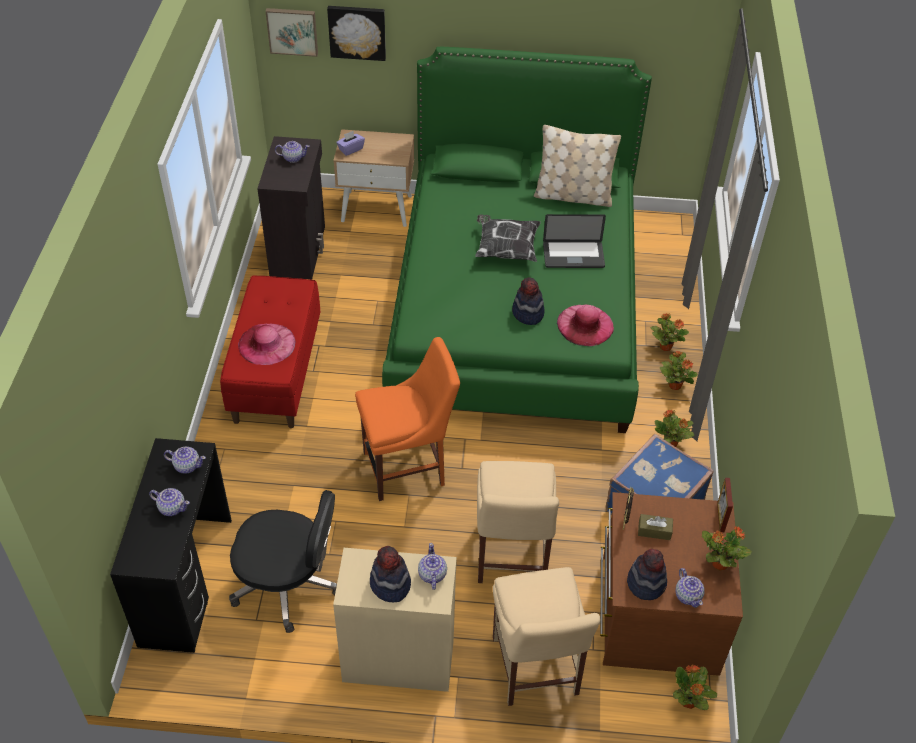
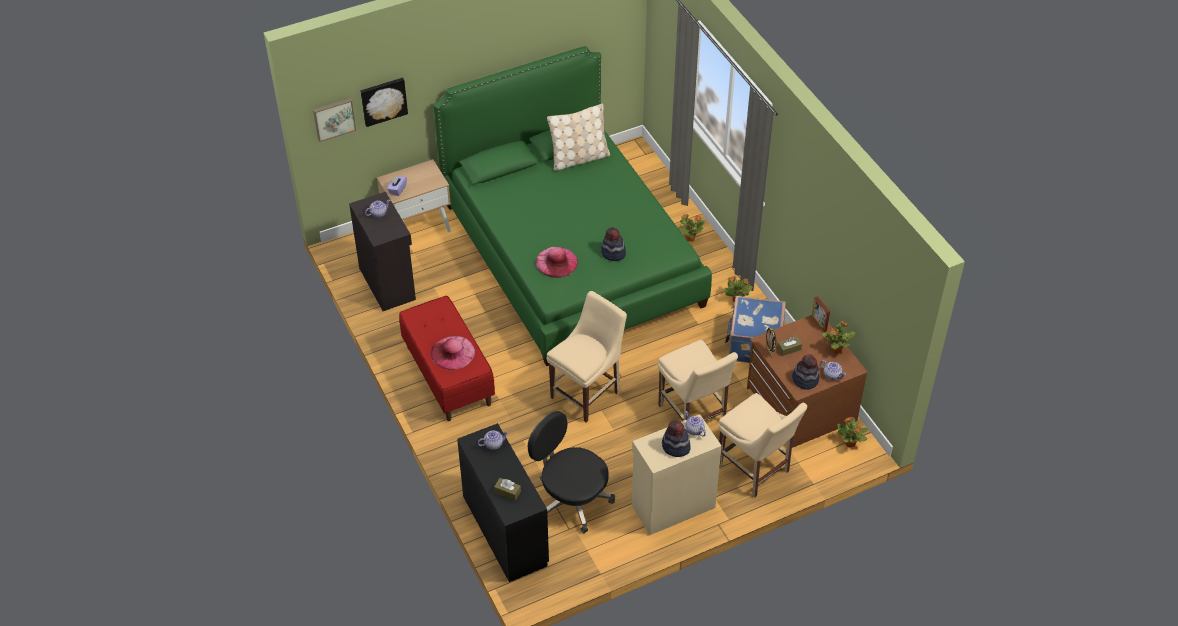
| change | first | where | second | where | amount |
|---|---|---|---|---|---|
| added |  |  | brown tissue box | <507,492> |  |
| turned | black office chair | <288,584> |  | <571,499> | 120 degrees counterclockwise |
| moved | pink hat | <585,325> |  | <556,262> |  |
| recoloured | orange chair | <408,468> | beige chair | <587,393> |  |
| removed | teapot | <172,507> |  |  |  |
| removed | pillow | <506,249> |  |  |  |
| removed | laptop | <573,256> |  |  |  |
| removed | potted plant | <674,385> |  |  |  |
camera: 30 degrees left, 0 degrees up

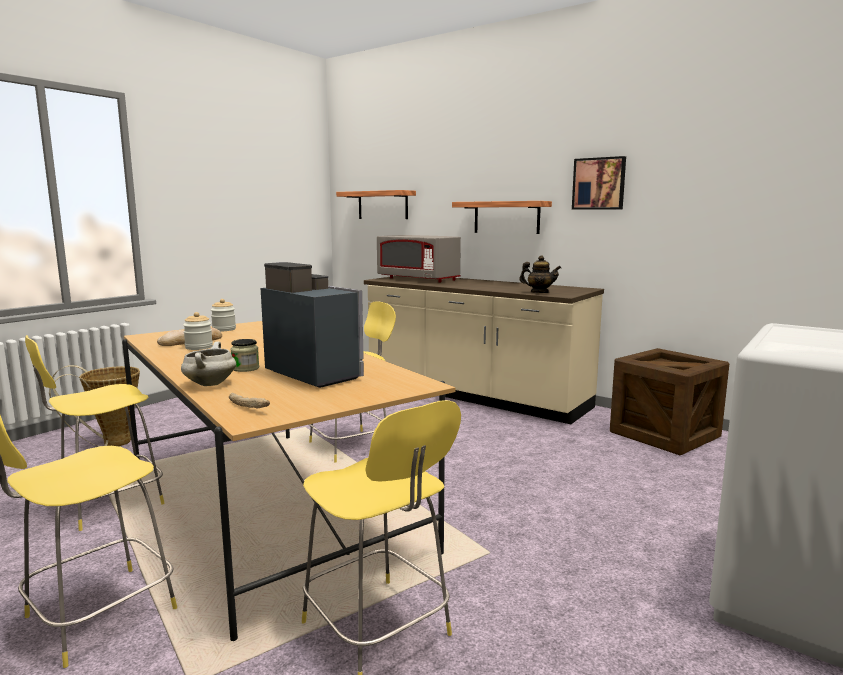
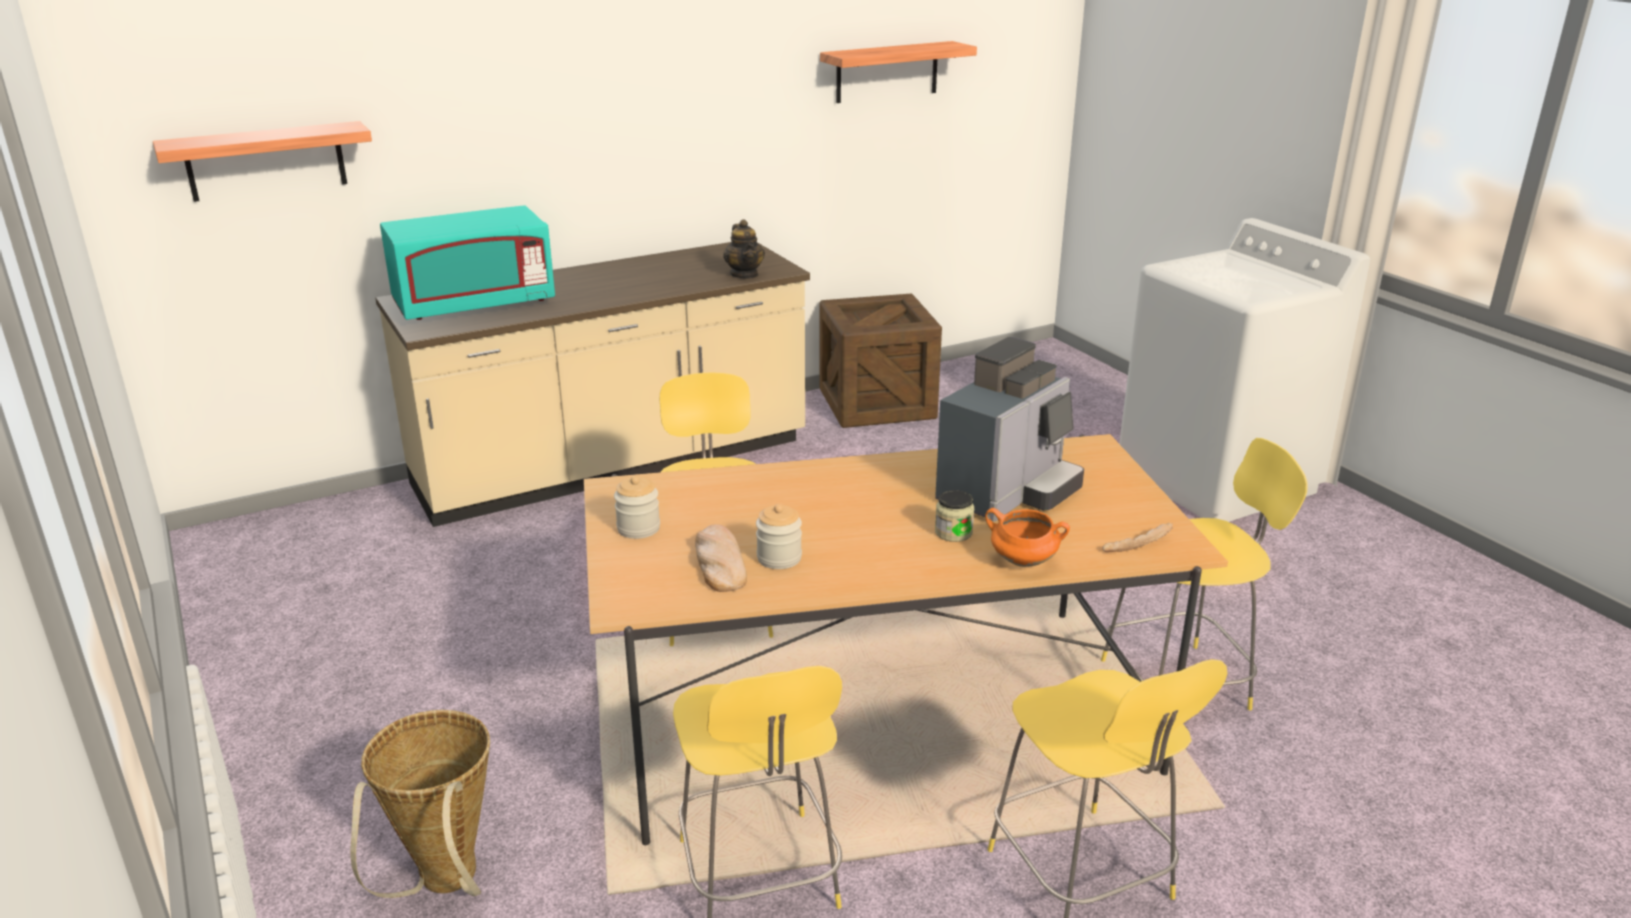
| change | first | where | second | where | amount |
|---|---|---|---|---|---|
| recoloured | grey microwave | <418,279> | turquoise microwave | <474,305> |  |
| turned | teapot | <539,292> |  | <744,274> | 120 degrees clockwise |
| moved | shelf | <506,217> |  | <887,72> |  |
| turned | coffee machine | <316,373> |  | <1008,492> | 150 degrees clockwise |
| recoloured | white cooking pot | <210,384> | orange cooking pot | <1022,561> |  |
| removed | picture | <599,183> |  |  |  |
camera: 65 degrees left, 15 degrees up

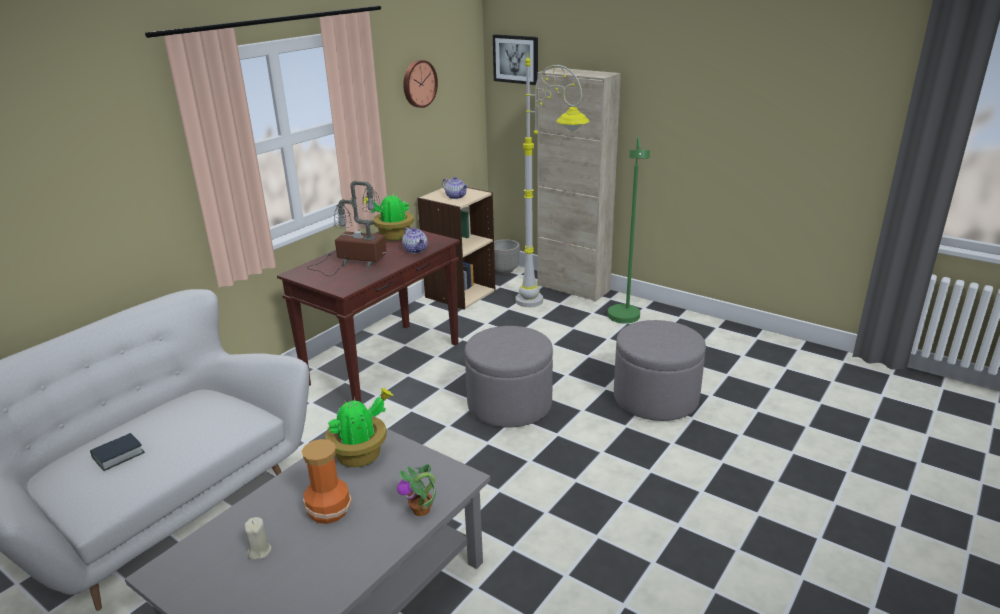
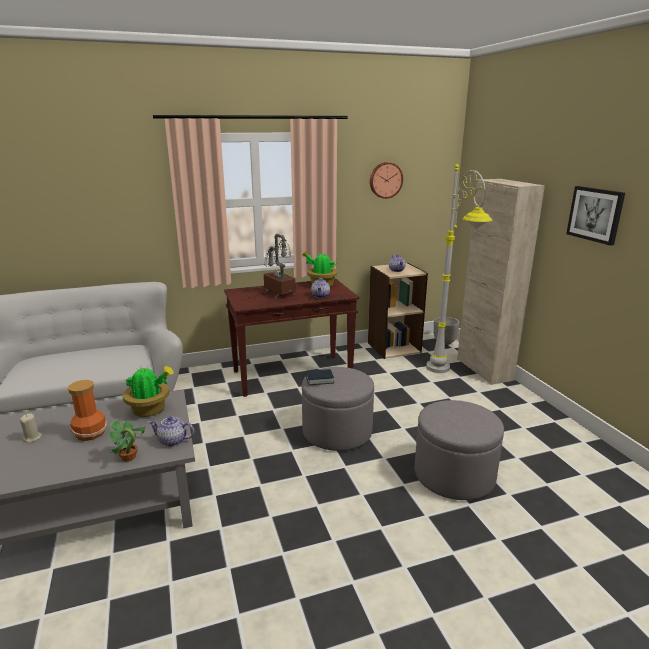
| change | first | where | second | where | amount |
|---|---|---|---|---|---|
| added |  |  | teapot | <172,441> |  |
| moved | book | <118,455> |  | <319,380> |  |
| moved | picture | <516,59> |  | <595,214> |  |
| removed | green floor lamp | <625,320> |  |  |  |
camera: 35 degrees right, 5 degrees down

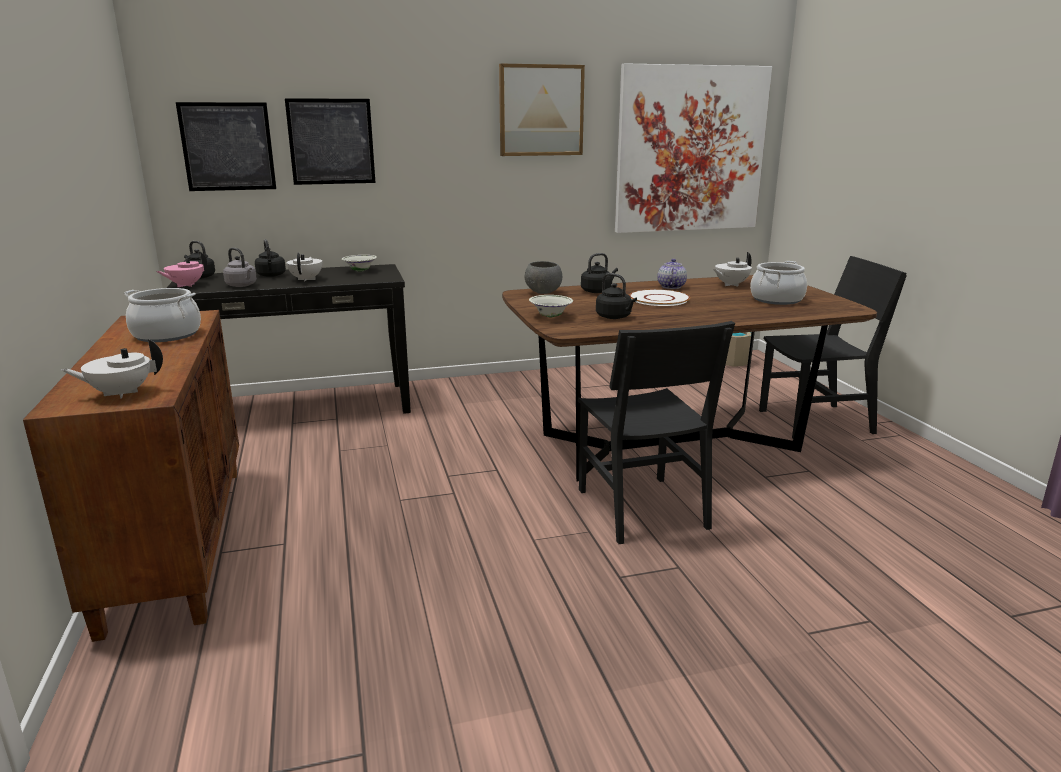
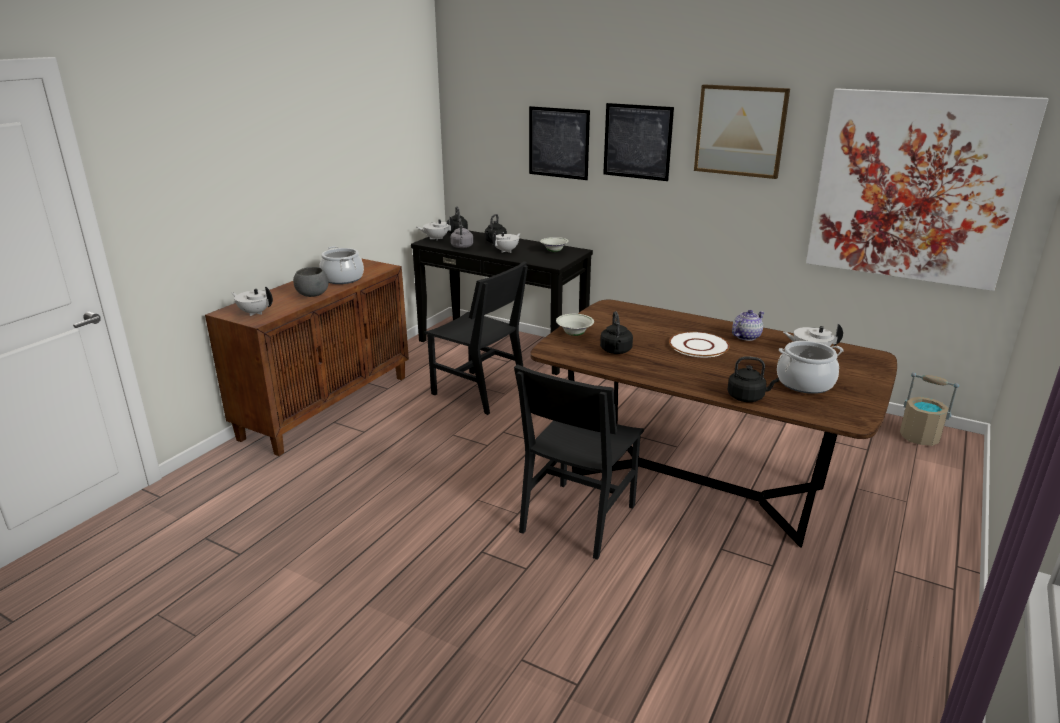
| change | first | where | second | where | amount |
|---|---|---|---|---|---|
| moved | grey bowl | <542,293> |  | <312,295> |  |
| recoloured | pink teapot | <185,285> | white teapot | <436,238> |  |
| moved | black chair | <816,421> |  | <479,392> |  |
| moved | picture | <227,147> |  | <637,141> |  |
| moved | black kettle | <597,291> |  | <747,397> |  |
camera: 45 degrees right, 5 degrees up

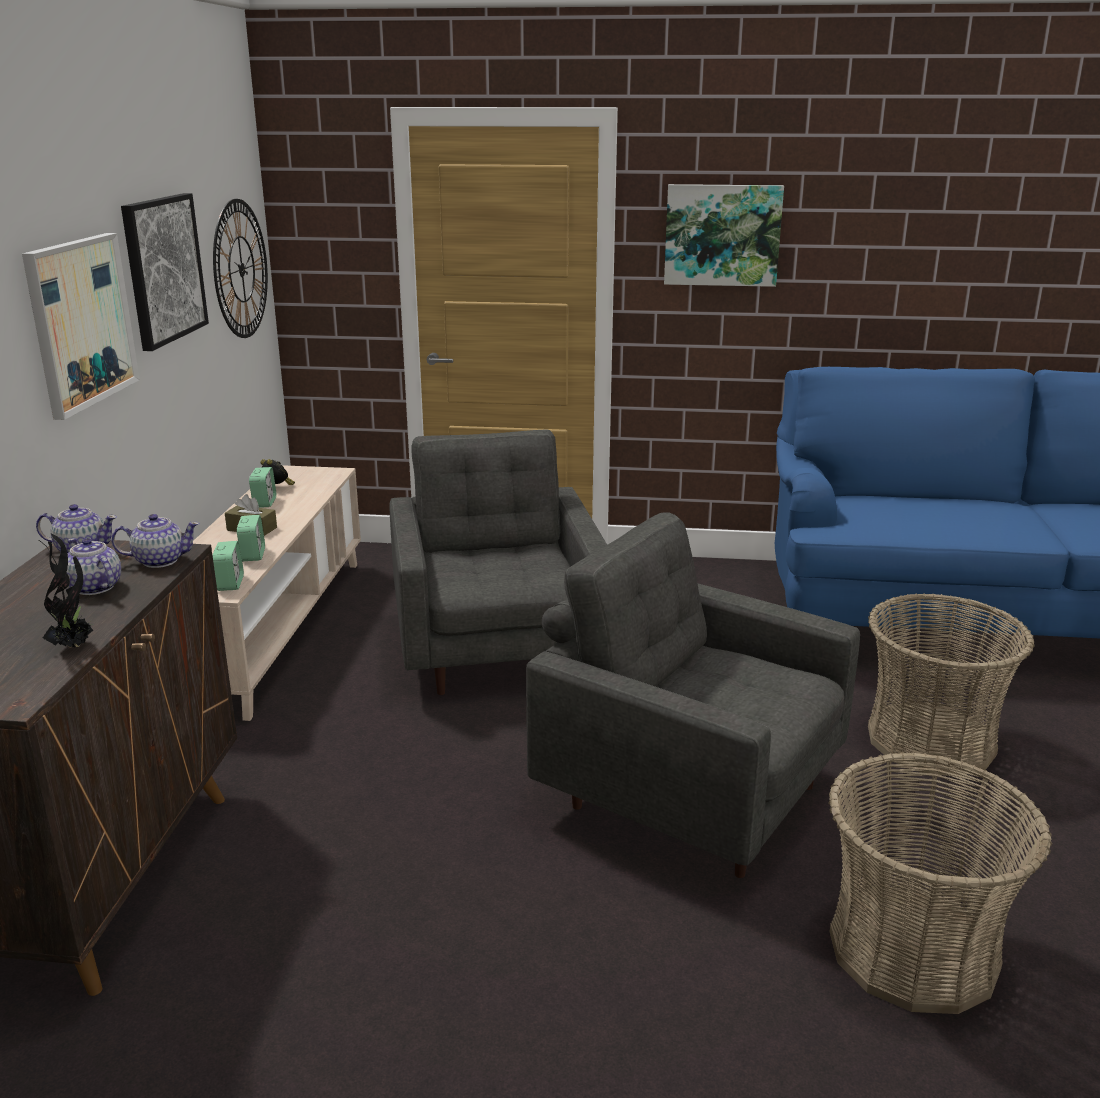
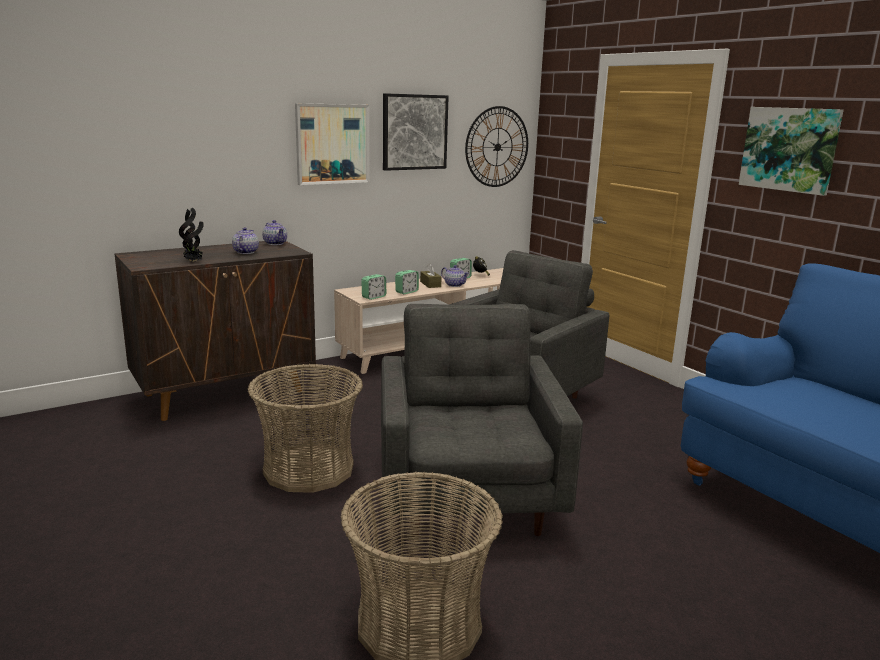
| change | first | where | second | where | amount |
|---|---|---|---|---|---|
| moved | basket | <930,740> |  | <309,469> |  |
| moved | teapot | <159,560> |  | <454,285> |  |
camera: 50 degrees right, 5 degrees down

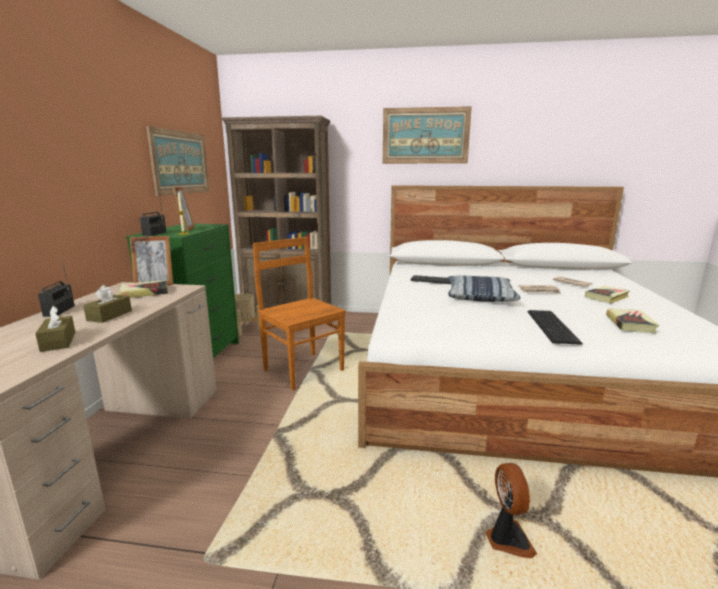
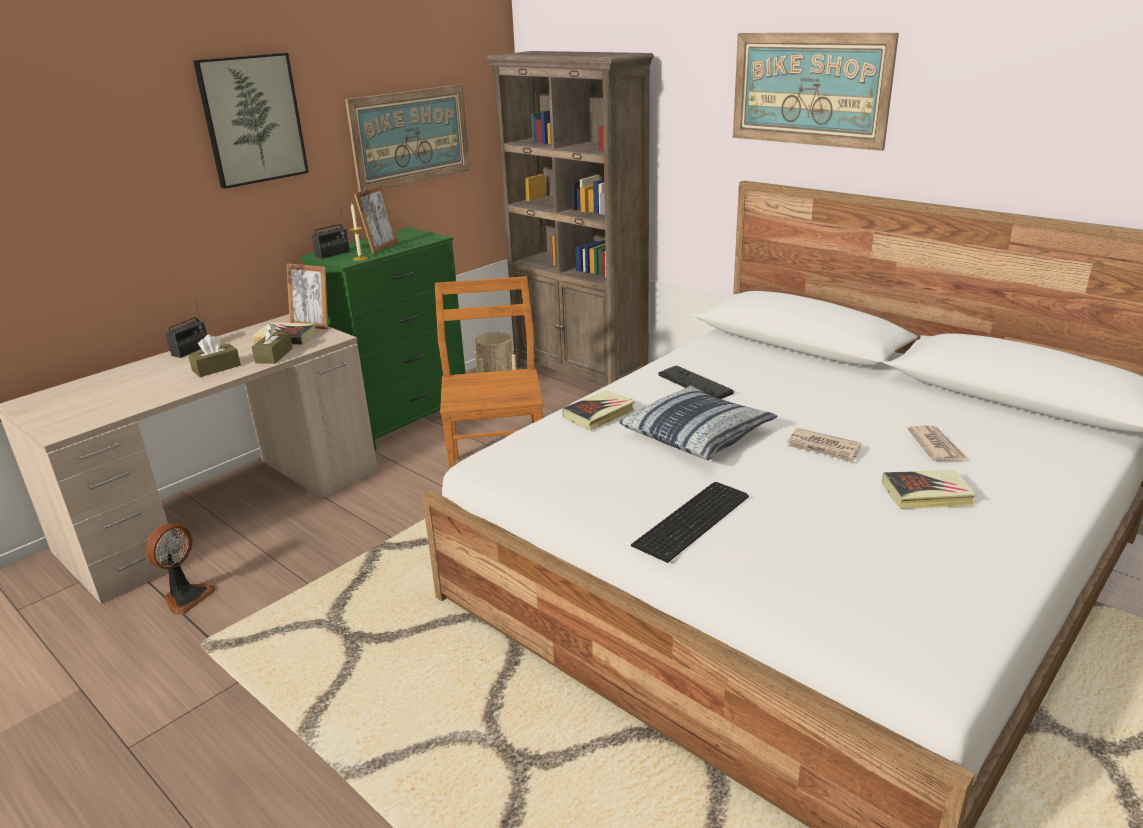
| change | first | where | second | where | amount |
|---|---|---|---|---|---|
| moved | fan | <507,540> |  | <186,597> |  |
| added |  |  | picture | <252,119> |  |
| moved | brown tissue box | <58,341> |  | <274,355> |  |
| moved | book | <630,324> |  | <599,414> |  |
camera: 35 degrees right, 10 degrees up

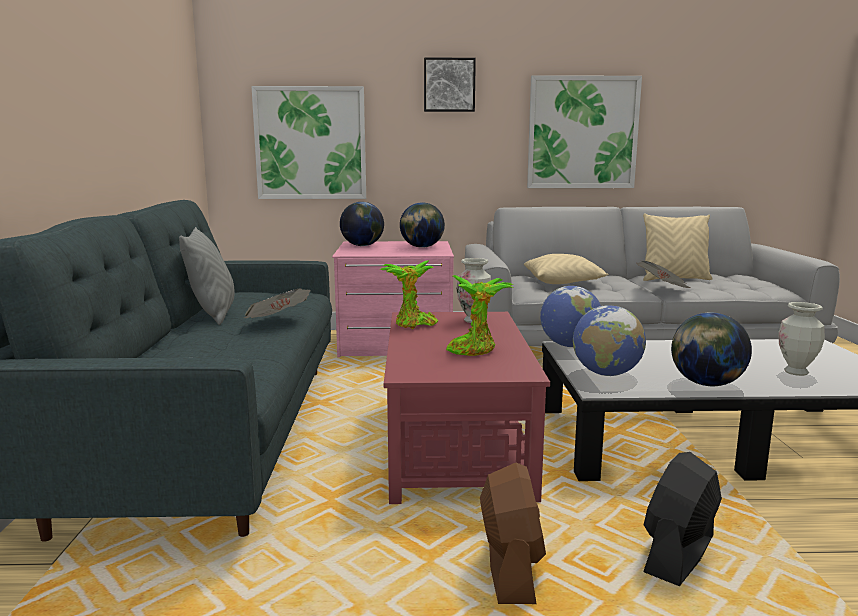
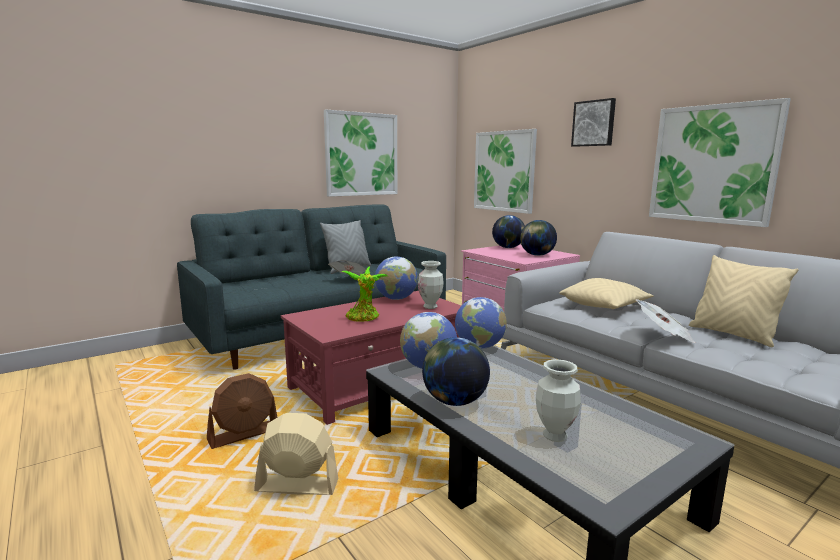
| change | first | where | second | where | amount |
|---|---|---|---|---|---|
| recoloured | black fan | <679,555> | beige fan | <297,486> |  |
| added |  |  | picture | <361,154> |  |
| replaced | potted plant | <413,325> | globe | <396,299> |  |
camera: 55 degrees right, 0 degrees up

